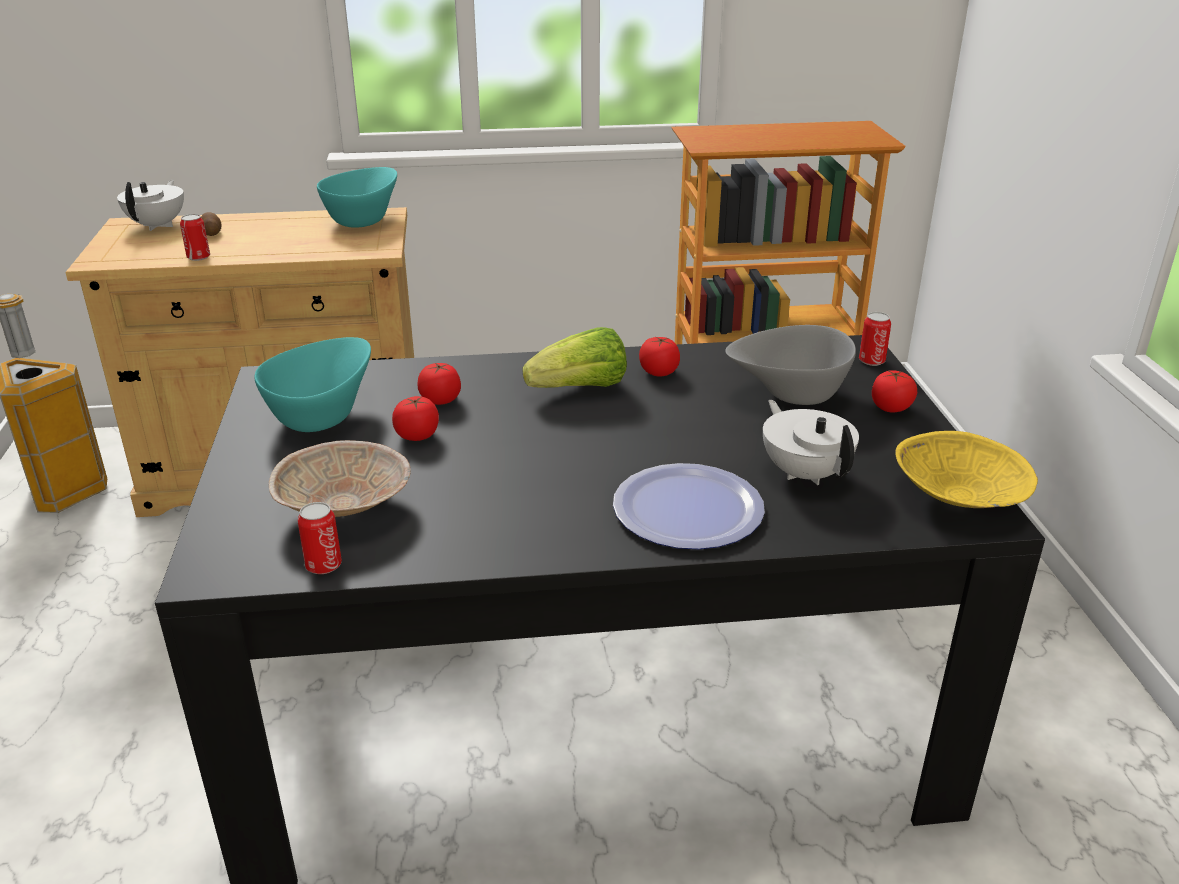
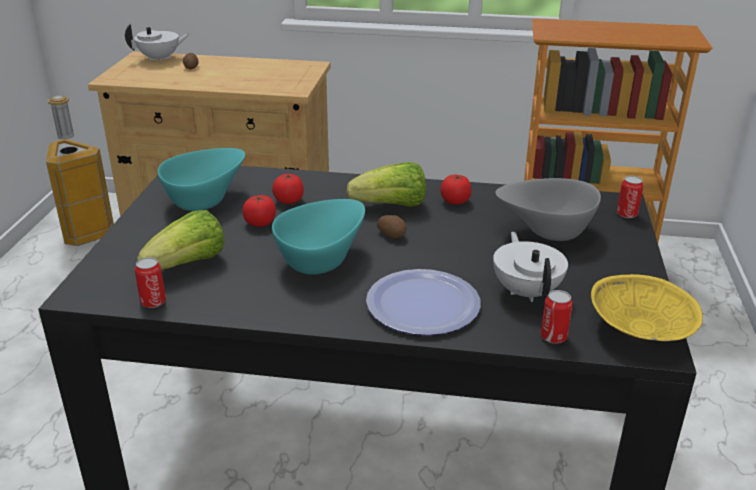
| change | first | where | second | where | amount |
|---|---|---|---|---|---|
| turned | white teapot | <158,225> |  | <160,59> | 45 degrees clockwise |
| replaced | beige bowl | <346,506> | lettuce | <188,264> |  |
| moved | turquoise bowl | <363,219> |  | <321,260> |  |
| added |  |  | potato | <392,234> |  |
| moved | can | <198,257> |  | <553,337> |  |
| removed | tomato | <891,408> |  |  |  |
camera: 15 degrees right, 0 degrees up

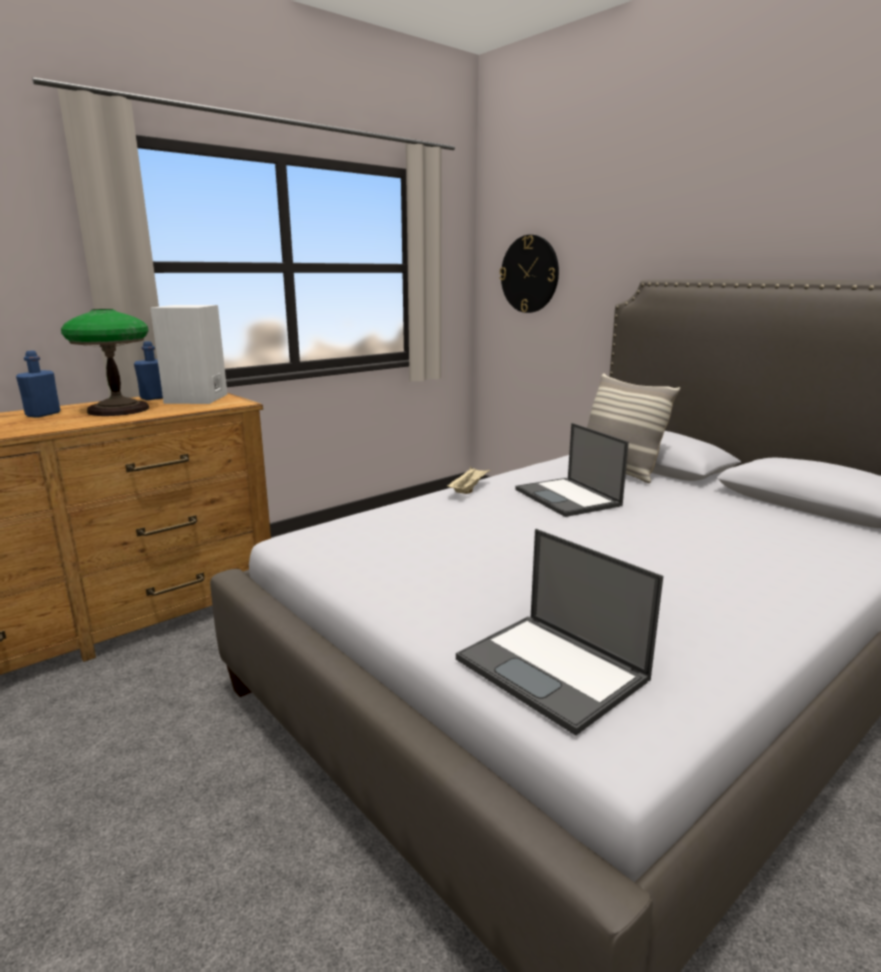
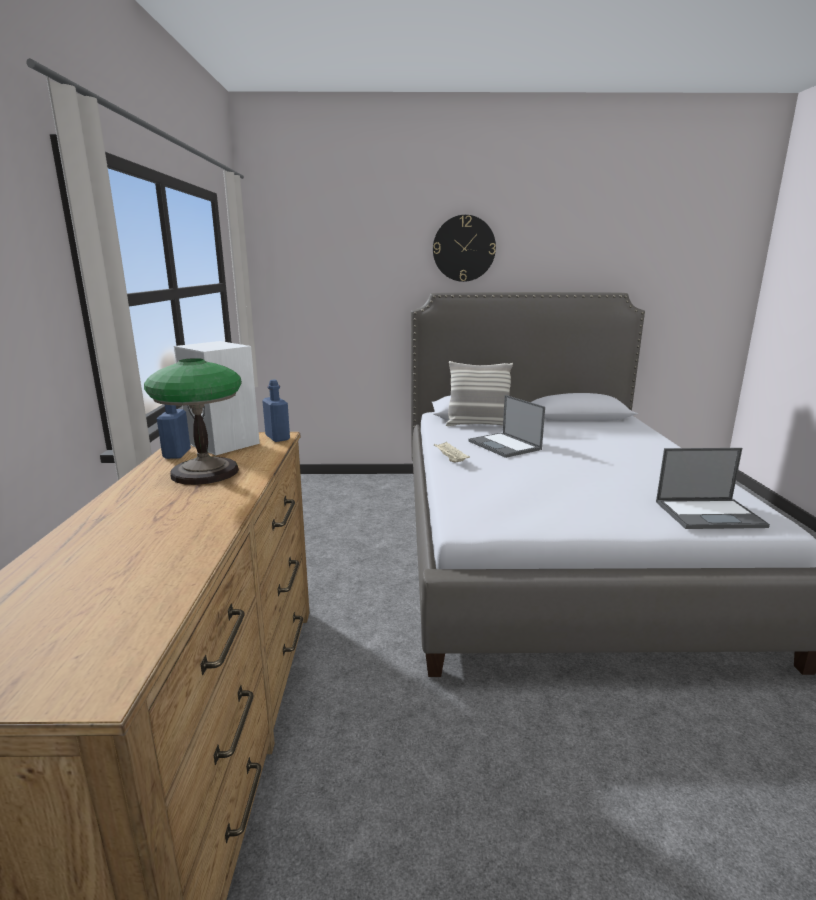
| change | first | where | second | where | amount |
|---|---|---|---|---|---|
| moved | blue bottle | <43,414> |  | <277,438> |  |
| moved | wall clock | <529,274> |  | <464,248> |  |
| turned | laptop | <568,498> |  | <505,445> | 45 degrees clockwise |
camera: 50 degrees left, 0 degrees up

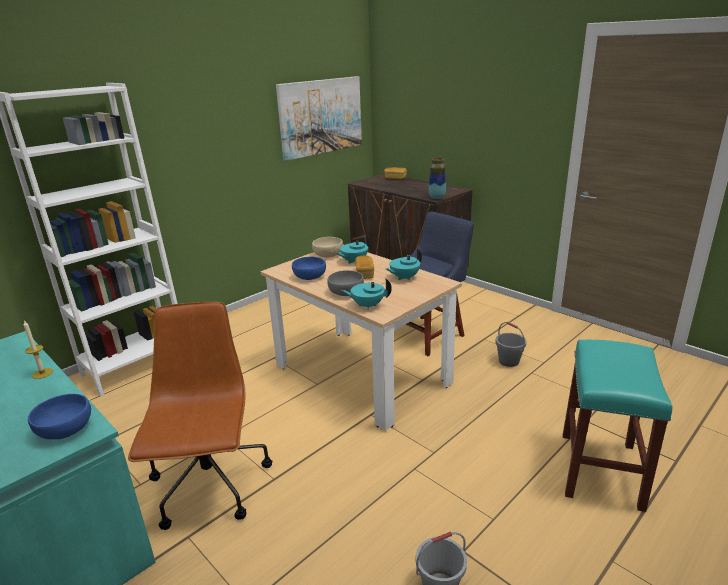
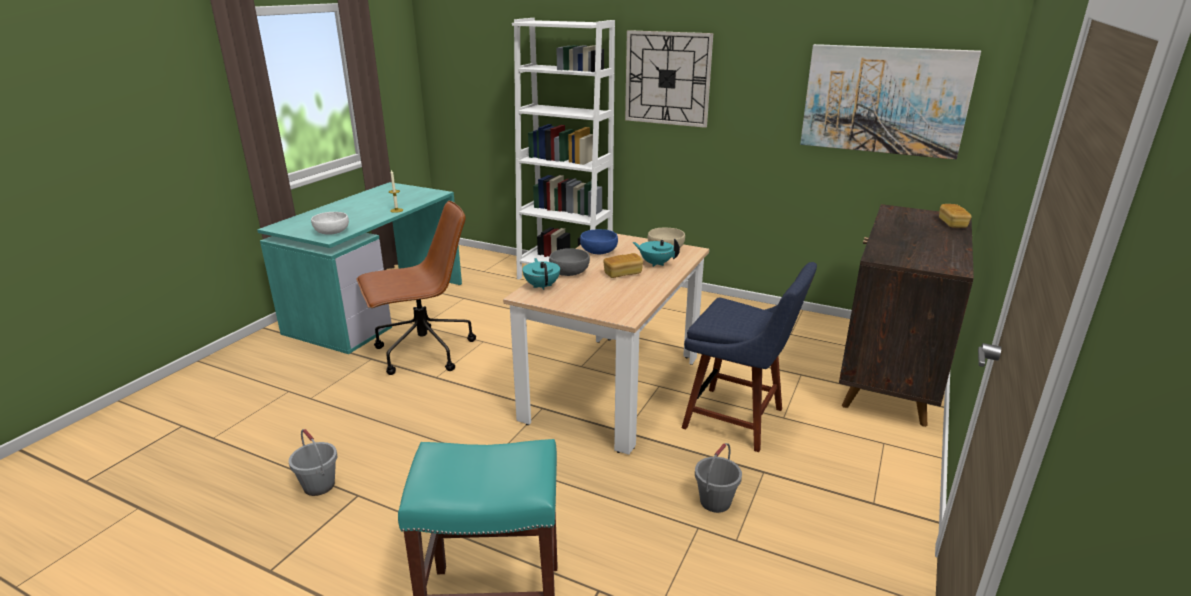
| change | first | where | second | where | amount |
|---|---|---|---|---|---|
| recoloured | blue bowl | <65,430> | white bowl | <331,232> |  |
| added |  |  | wall clock | <667,78> |  |
| removed | turquoise teapot | <404,278> |  |  |  |
| removed | vase | <437,197> |  |  |  |
camera: 70 degrees right, 0 degrees up

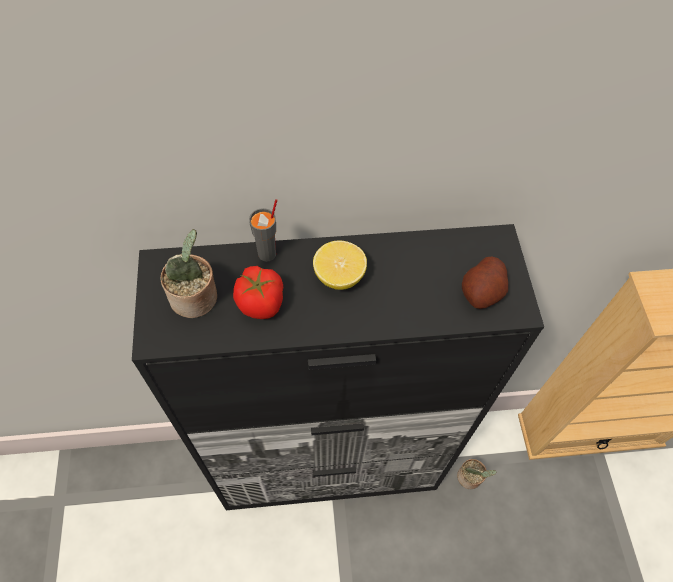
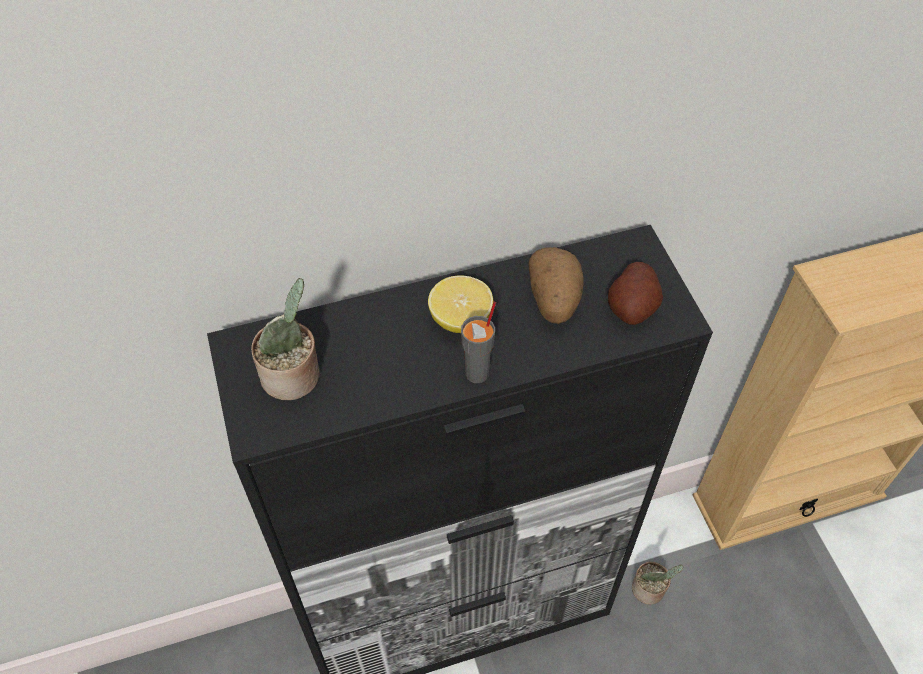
| change | first | where | second | where | amount |
|---|---|---|---|---|---|
| moved | grey cup | <267,254> |  | <478,373> |  |
| added |  |  | potato | <554,300> |  |
| removed | tomato | <261,303> |  |  |  |
camera: 10 degrees left, 5 degrees down

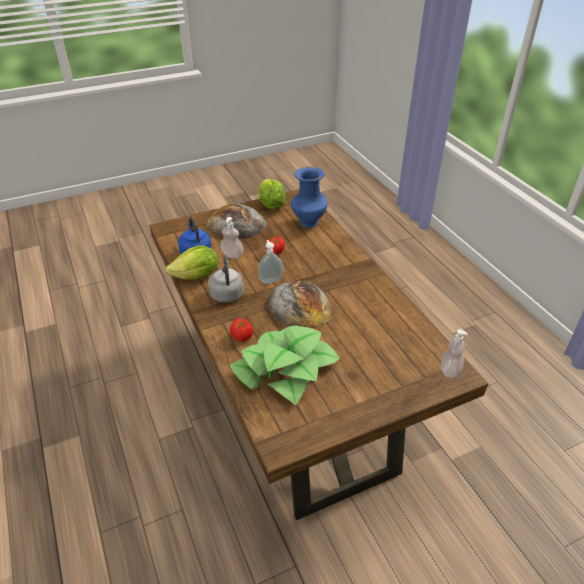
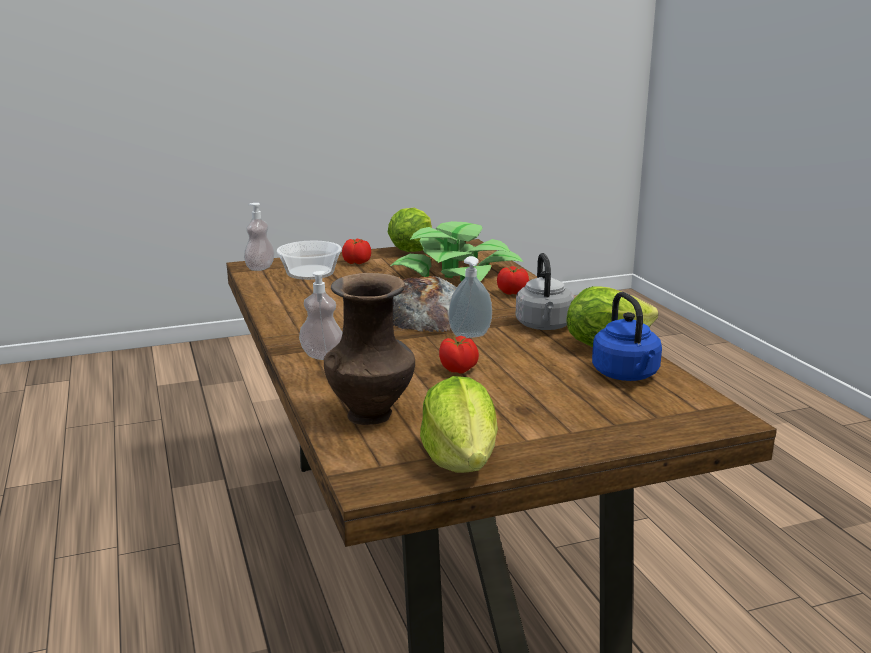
| change | first | where | second | where | amount |
|---|---|---|---|---|---|
| added |  |  | bowl | <310,272> |  |
| moved | soap dispenser | <232,255> |  | <322,356> |  |
| recoloured | blue vase | <308,223> | brown vase | <371,414> |  |
| added |  |  | tomato | <357,263> |  |
| added |  |  | lettuce | <412,250> |  |
| removed | bread | <236,224> |  |  |  |
camera: 175 degrees left, 20 degrees down

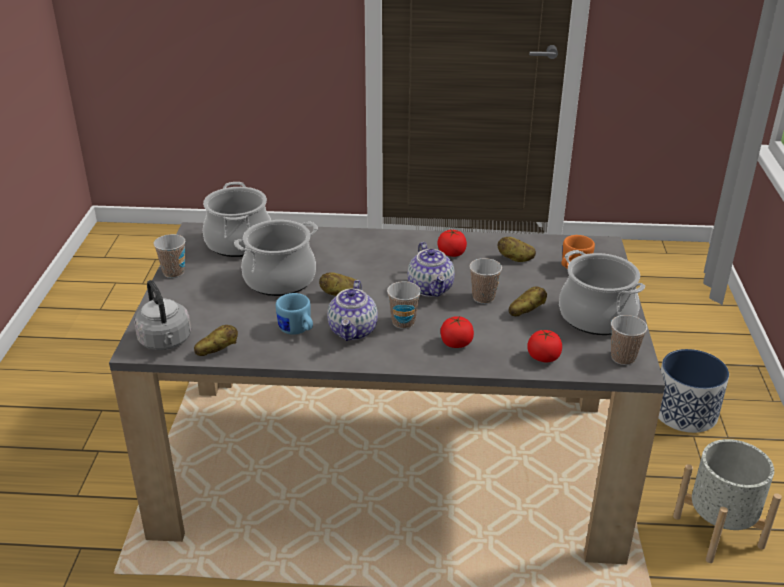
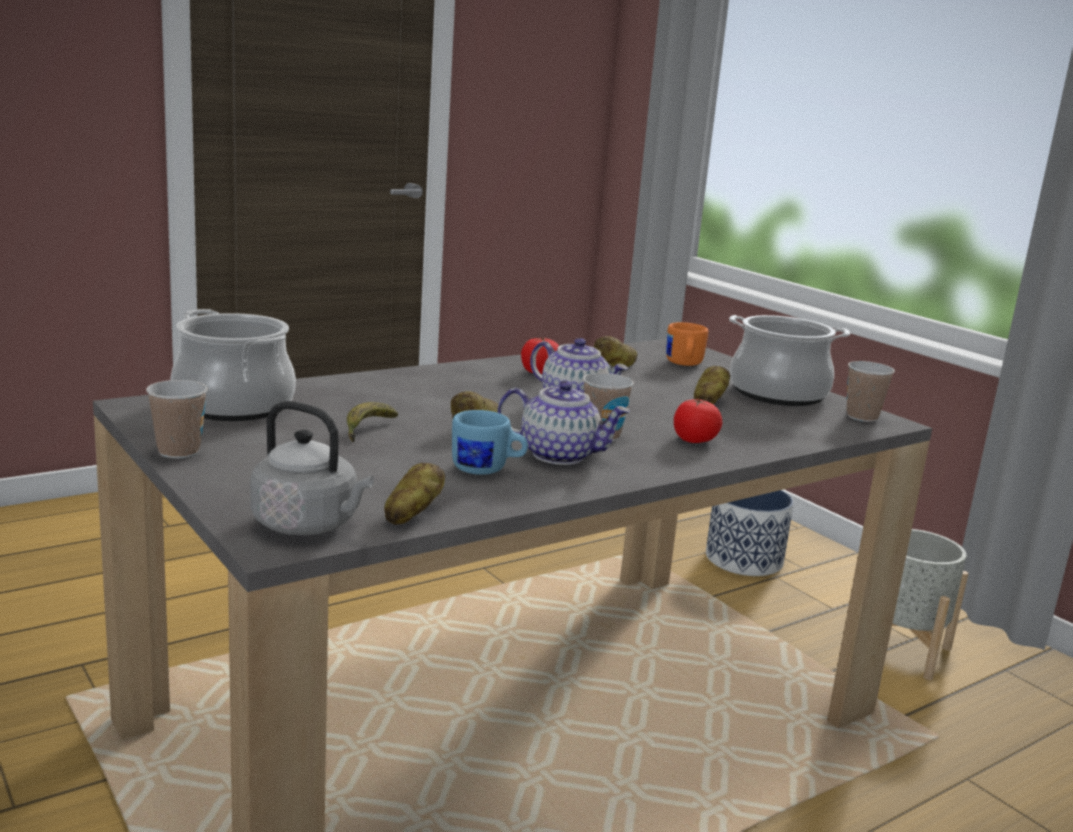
| change | first | where | second | where | amount |
|---|---|---|---|---|---|
| replaced | cooking pot | <279,280> | banana | <367,429> |  |
| turned | teapot | <353,331> |  | <559,455> | 45 degrees counterclockwise |
| removed | cup | <483,298> |  |  |  |
| removed | tomato | <543,357> |  |  |  |
camera: 40 degrees left, 15 degrees down

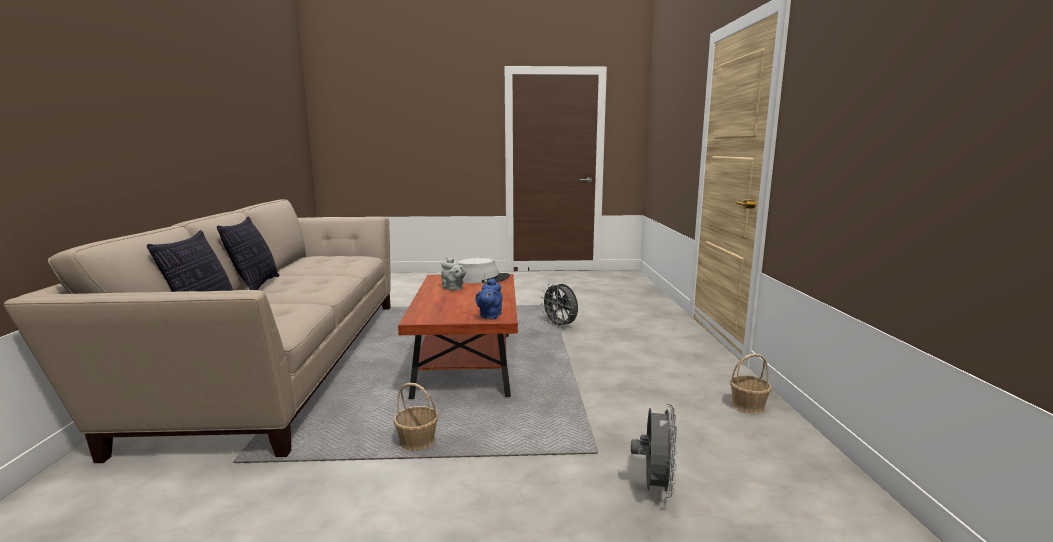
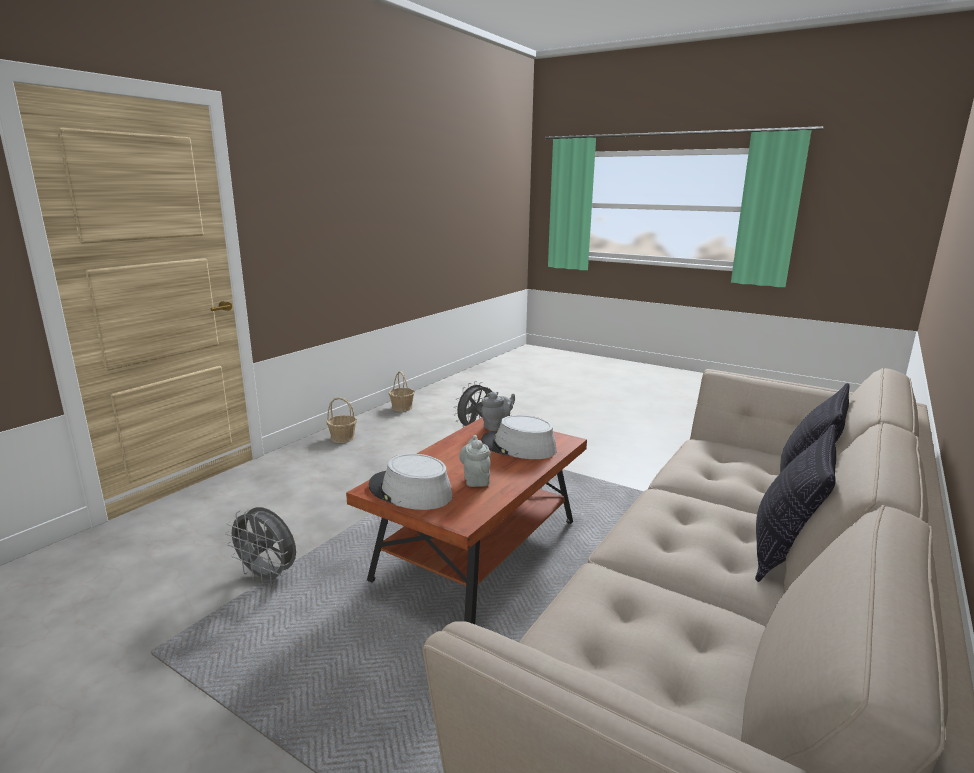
| change | first | where | second | where | amount |
|---|---|---|---|---|---|
| turned | grey fan | <560,326> |  | <268,576> | 120 degrees clockwise |
| moved | basket | <417,442> |  | <402,407> |  |
| recoloured | blue teapot | <489,316> | grey teapot | <497,426> |  |
| added |  |  | grey hat | <518,446> |  |
camera: 145 degrees left, 5 degrees up

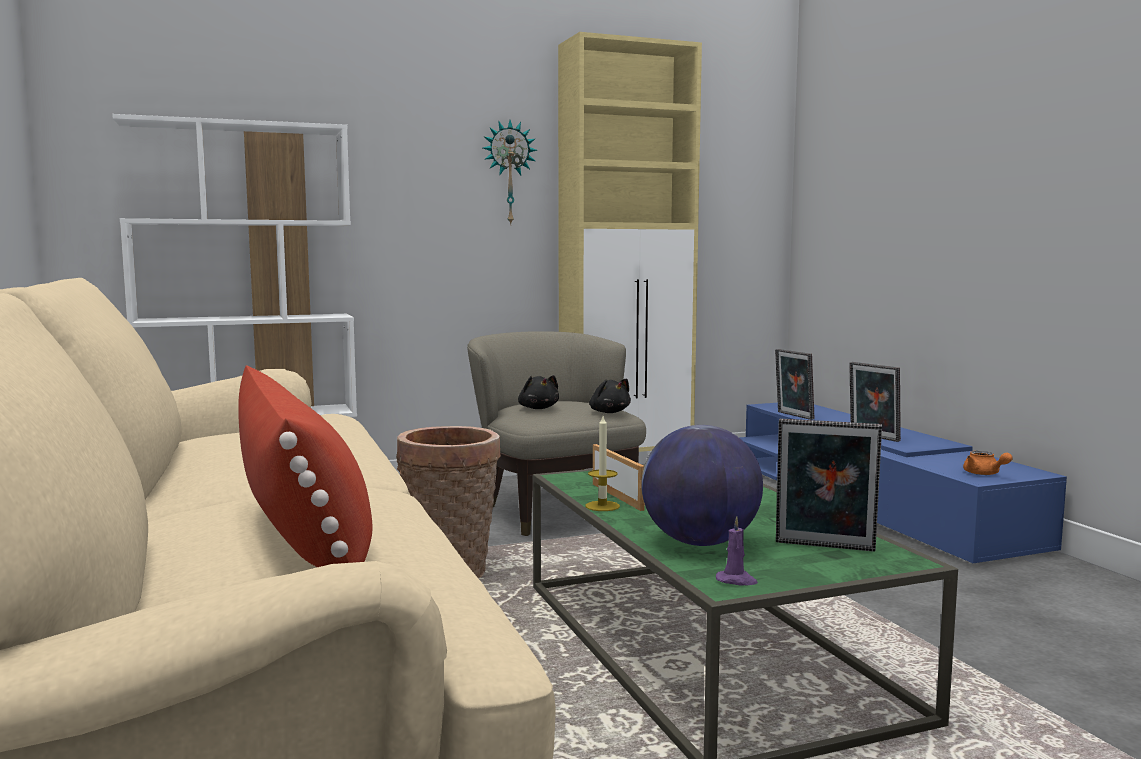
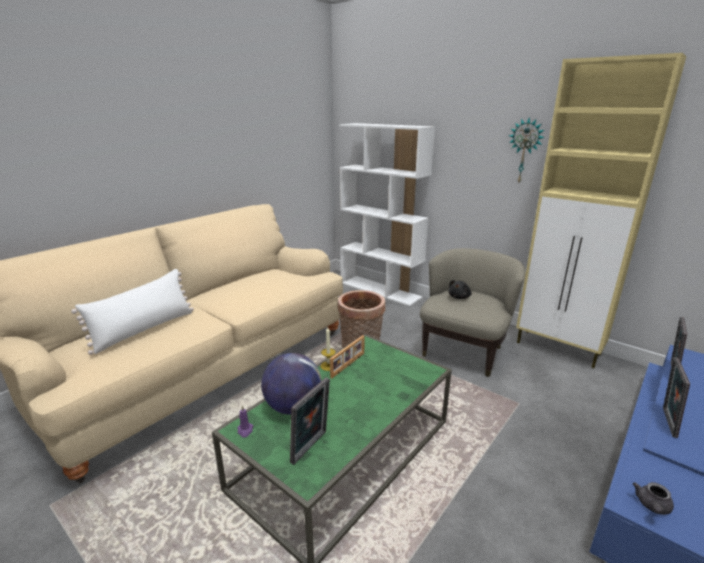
| change | first | where | second | where | amount |
|---|---|---|---|---|---|
| recoloured | red pillow | <303,530> | white pillow | <144,329> |  |
| turned | picture frame | <824,547> |  | <311,448> | 135 degrees counterclockwise |
| recoloured | orange teapot | <984,474> | grey teapot | <652,506> |  |
| removed | black plush toy | <609,412> |  |  |  |
camera: 60 degrees right, 15 degrees up

